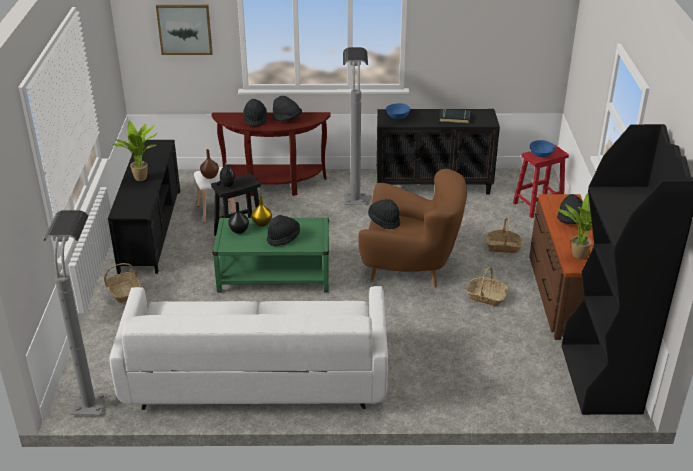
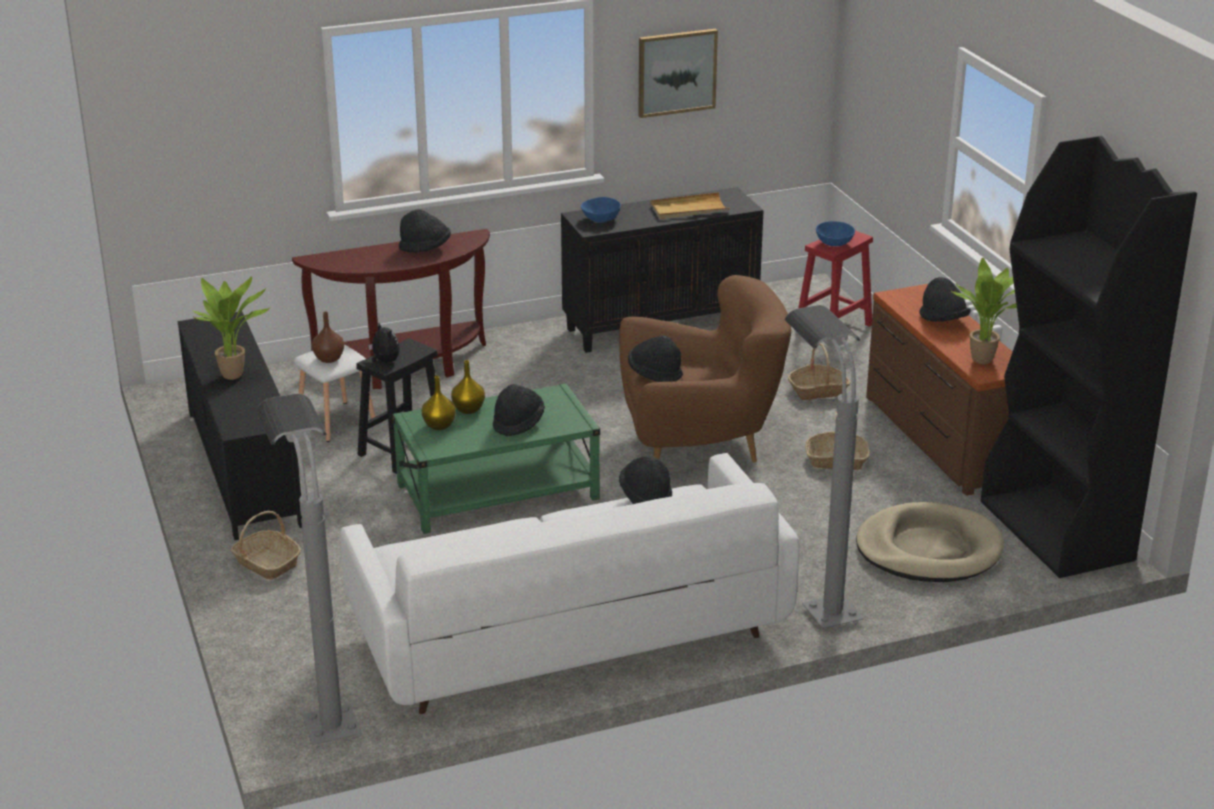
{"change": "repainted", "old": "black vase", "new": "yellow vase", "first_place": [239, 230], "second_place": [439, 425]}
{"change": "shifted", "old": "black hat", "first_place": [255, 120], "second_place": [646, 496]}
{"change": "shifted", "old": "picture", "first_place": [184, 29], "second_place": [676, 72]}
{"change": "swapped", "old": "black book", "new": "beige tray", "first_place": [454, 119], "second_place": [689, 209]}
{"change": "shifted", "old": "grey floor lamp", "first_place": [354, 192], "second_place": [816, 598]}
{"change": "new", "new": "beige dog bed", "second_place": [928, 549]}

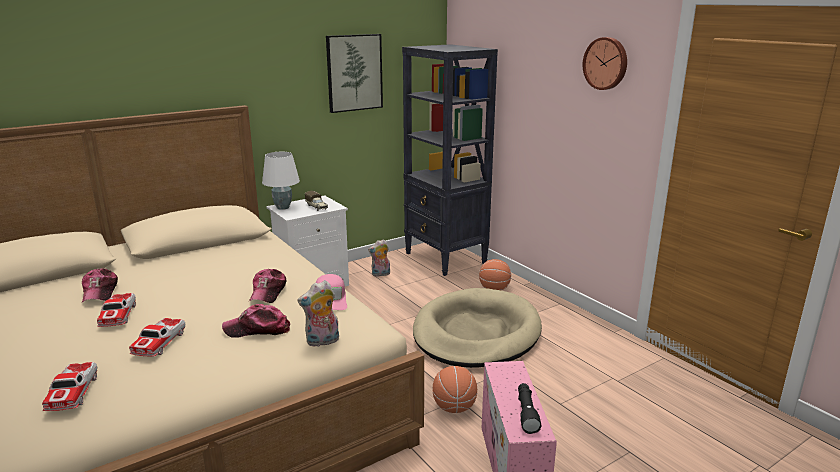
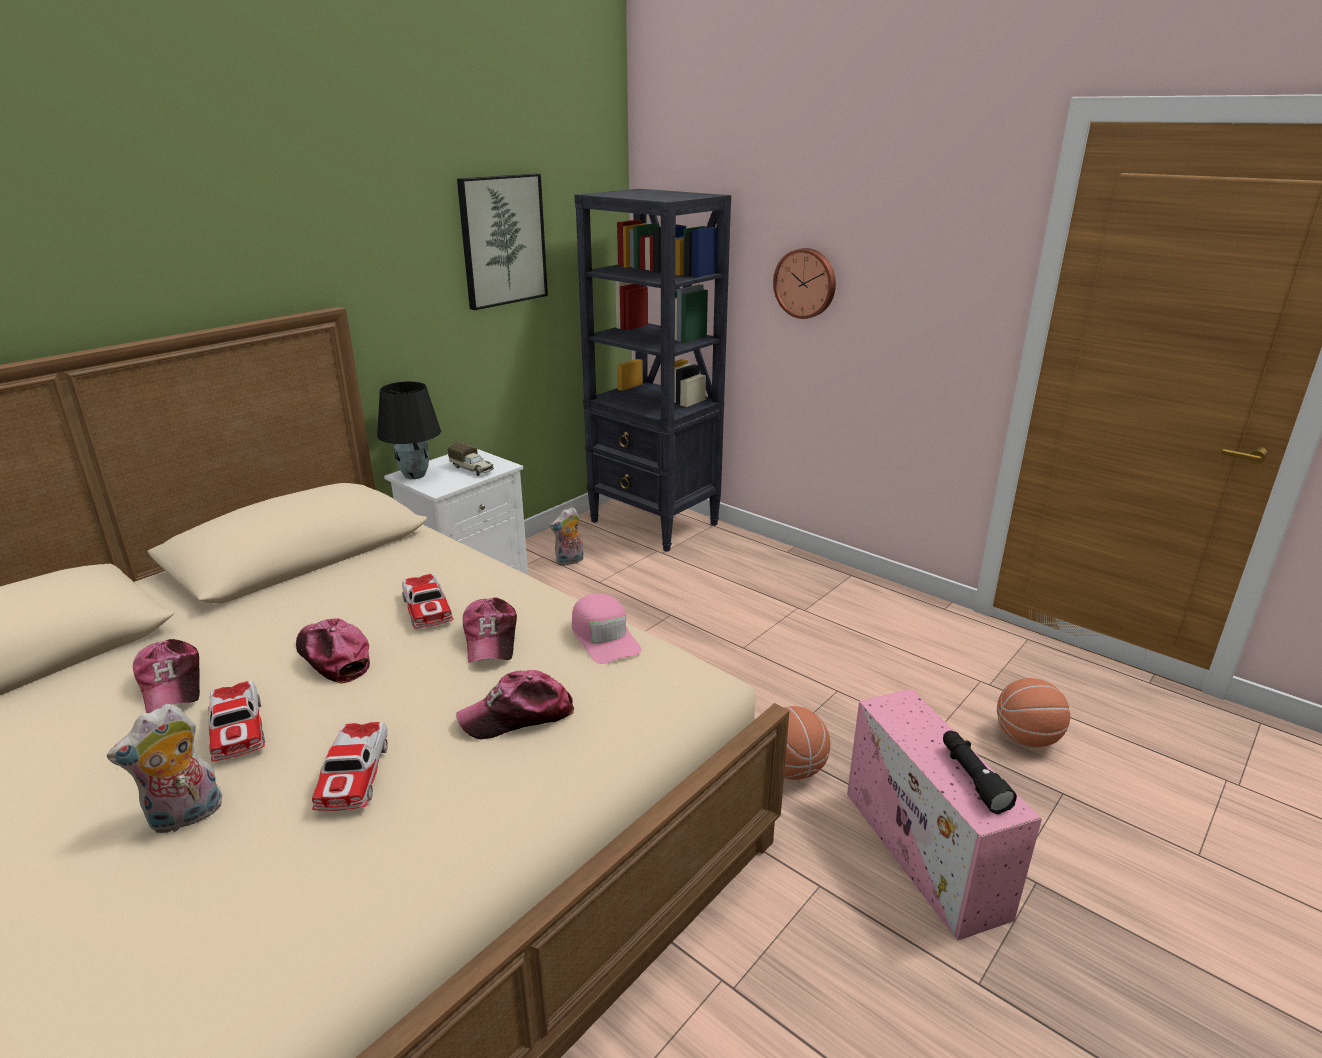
{"change": "shifted", "old": "plush toy", "first_place": [322, 342], "second_place": [185, 817]}
{"change": "new", "new": "cap", "second_place": [333, 657]}
{"change": "repainted", "old": "white table lamp", "new": "black table lamp", "first_place": [283, 207], "second_place": [415, 475]}
{"change": "shifted", "old": "toy car", "first_place": [73, 393], "second_place": [427, 609]}
{"change": "shifted", "old": "wall clock", "first_place": [606, 63], "second_place": [806, 283]}
{"change": "shifted", "old": "basketball", "first_place": [494, 289], "second_place": [1026, 738]}
{"change": "gone", "old": "beige dog bed", "first_place": [476, 333]}

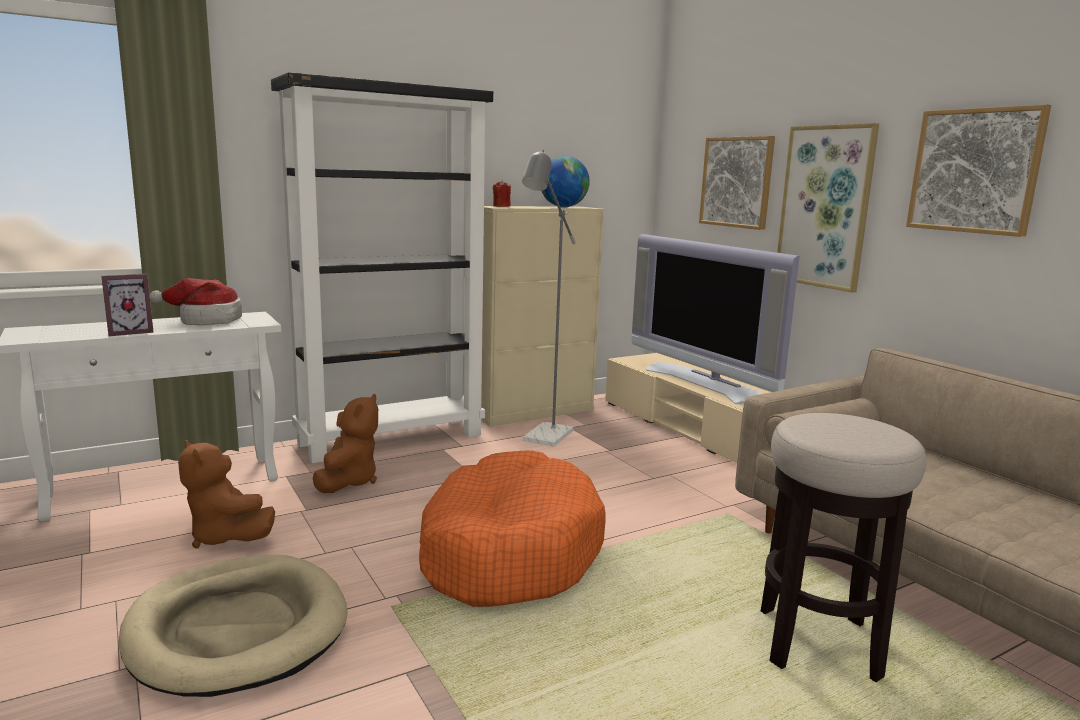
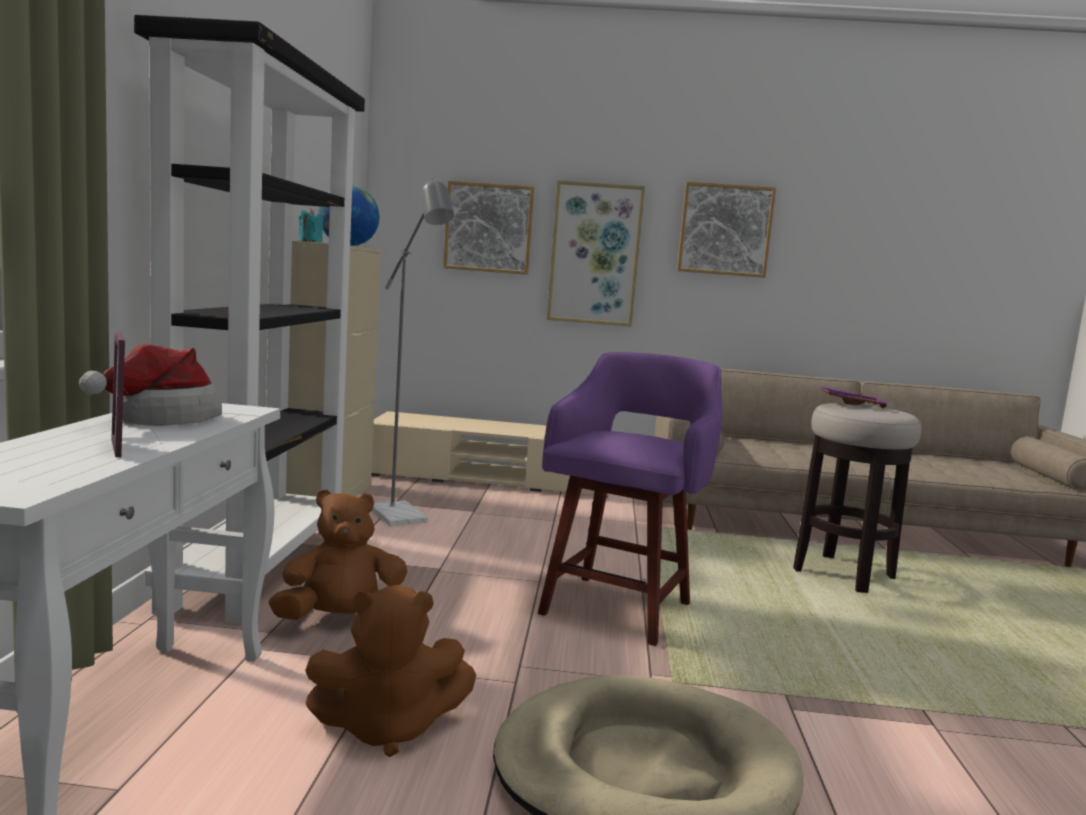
{"change": "rotated", "old": "picture frame", "first_place": [129, 332], "second_place": [138, 447], "degrees": 150}
{"change": "rotated", "old": "brown plush toy", "first_place": [348, 481], "second_place": [341, 621], "degrees": -60}
{"change": "repainted", "old": "red candle", "new": "turquoise candle", "first_place": [501, 206], "second_place": [310, 241]}
{"change": "swapped", "old": "orange dog bed", "new": "purple stool", "first_place": [508, 550], "second_place": [618, 606]}
{"change": "new", "new": "purple tray", "second_place": [851, 404]}
{"change": "gone", "old": "television", "first_place": [706, 383]}

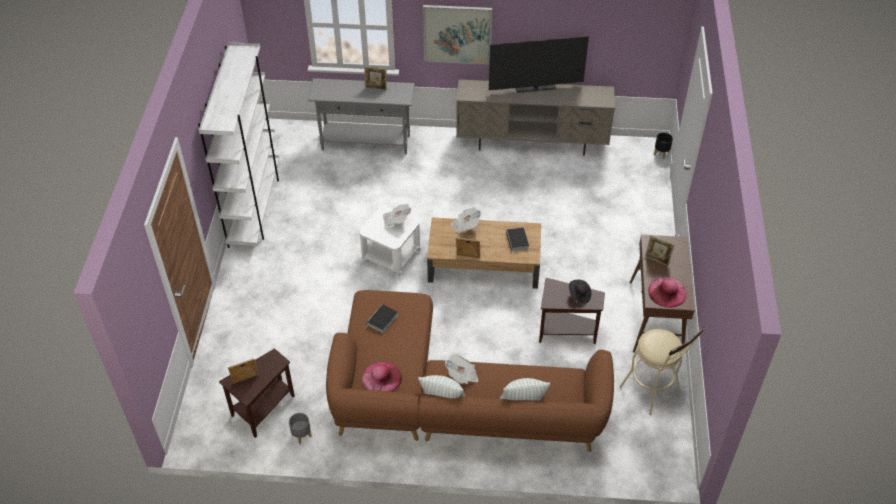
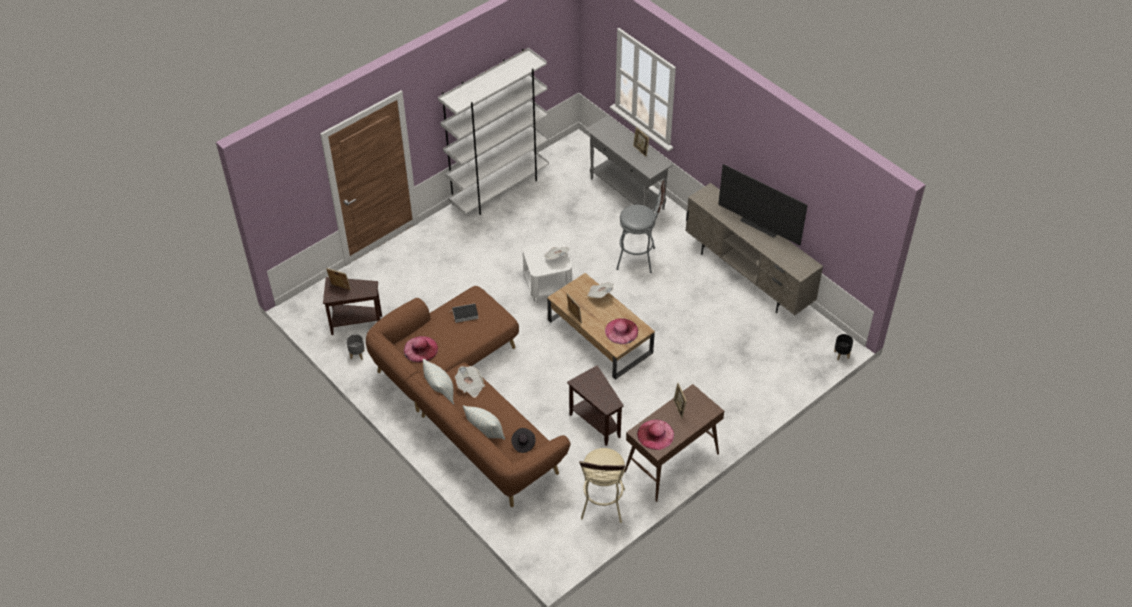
{"change": "shifted", "old": "black hat", "first_place": [579, 295], "second_place": [523, 443]}
{"change": "swapped", "old": "book", "new": "pink hat", "first_place": [517, 241], "second_place": [621, 331]}
{"change": "new", "new": "grey stool", "second_place": [640, 258]}
{"change": "gone", "old": "picture", "first_place": [457, 34]}

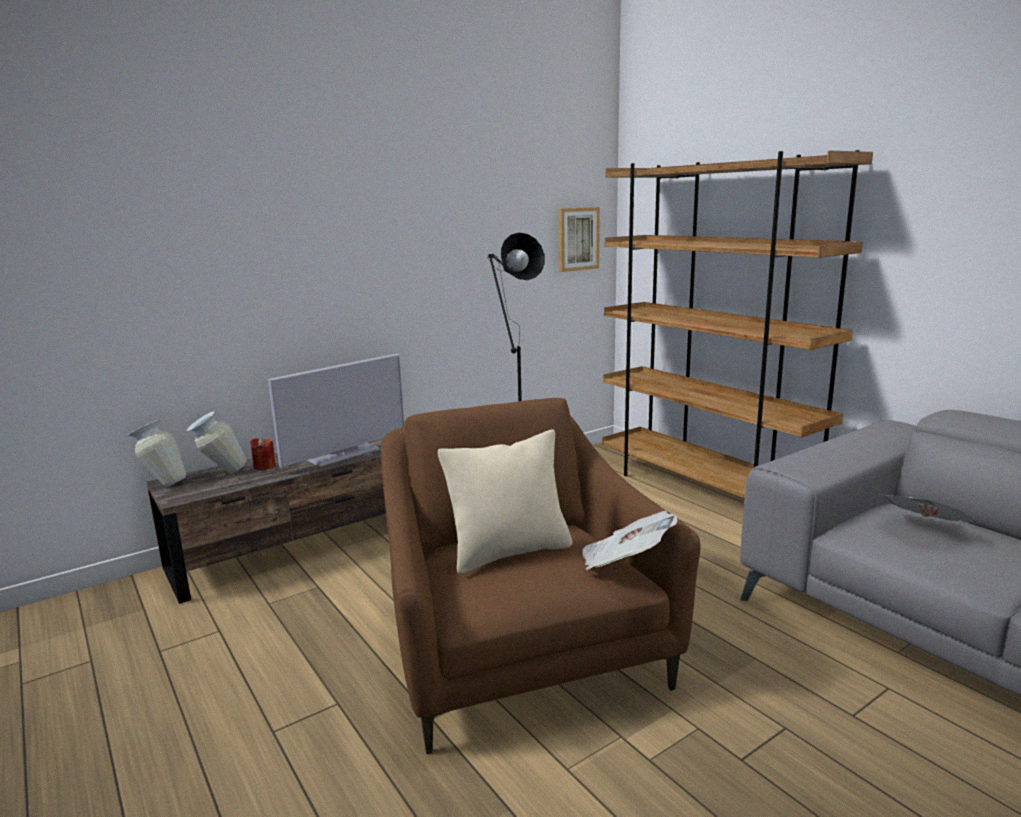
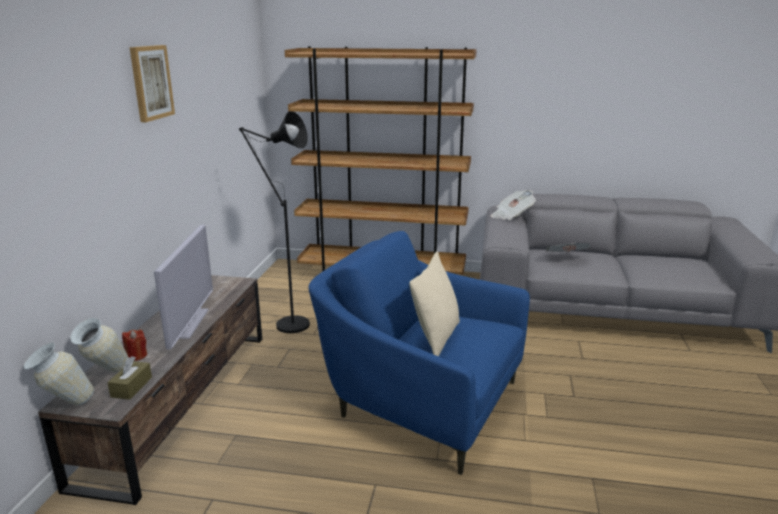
{"change": "new", "new": "brown tissue box", "second_place": [131, 387]}
{"change": "shifted", "old": "picture", "first_place": [577, 239], "second_place": [151, 82]}
{"change": "repainted", "old": "brown armchair", "new": "blue armchair", "first_place": [517, 648], "second_place": [420, 402]}
{"change": "shifted", "old": "newspaper", "first_place": [624, 562], "second_place": [511, 216]}

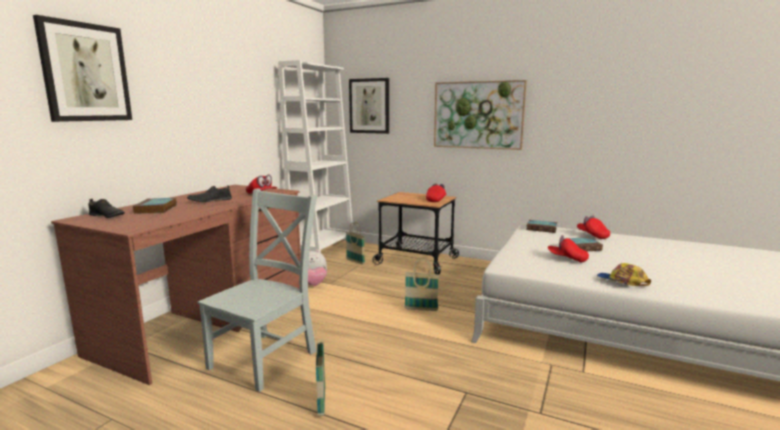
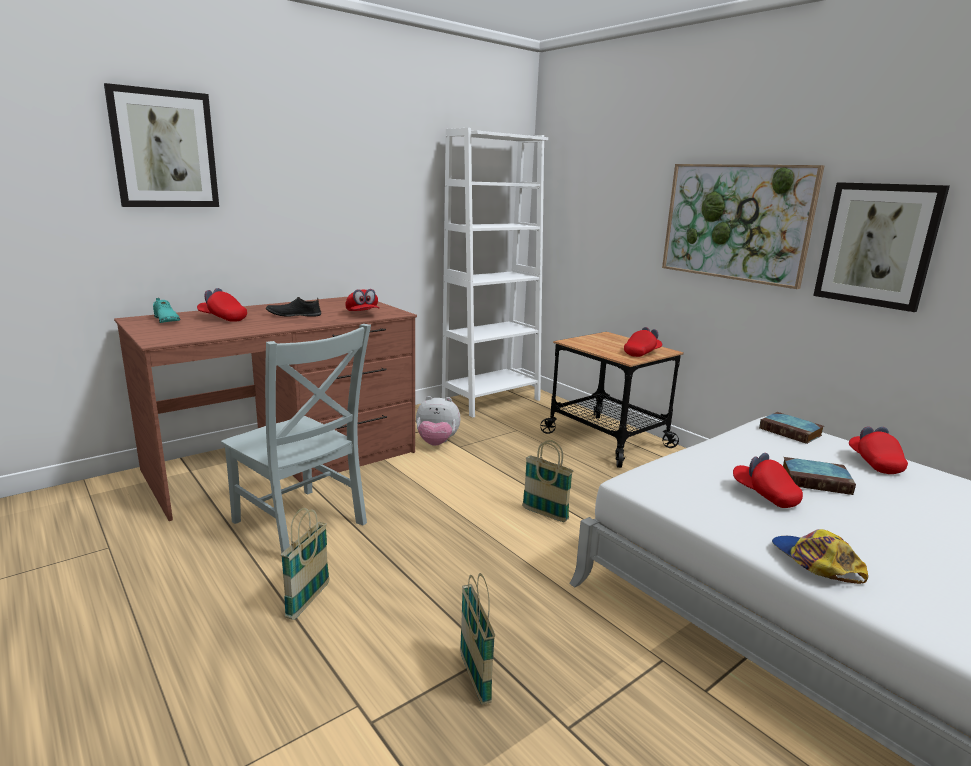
{"change": "repainted", "old": "black shoe", "new": "turquoise shoe", "first_place": [107, 216], "second_place": [166, 320]}
{"change": "swapped", "old": "book", "new": "red cap", "first_place": [156, 209], "second_place": [223, 318]}
{"change": "rotated", "old": "grey chair", "first_place": [266, 357], "second_place": [302, 525], "degrees": 75}
{"change": "shifted", "old": "basket", "first_place": [355, 261], "second_place": [474, 677]}
{"change": "shifted", "old": "picture", "first_place": [369, 106], "second_place": [877, 245]}

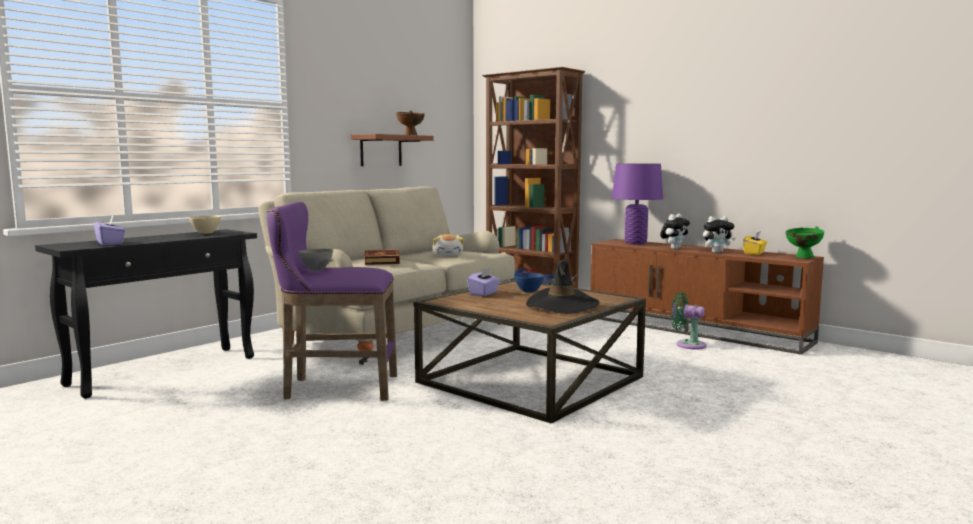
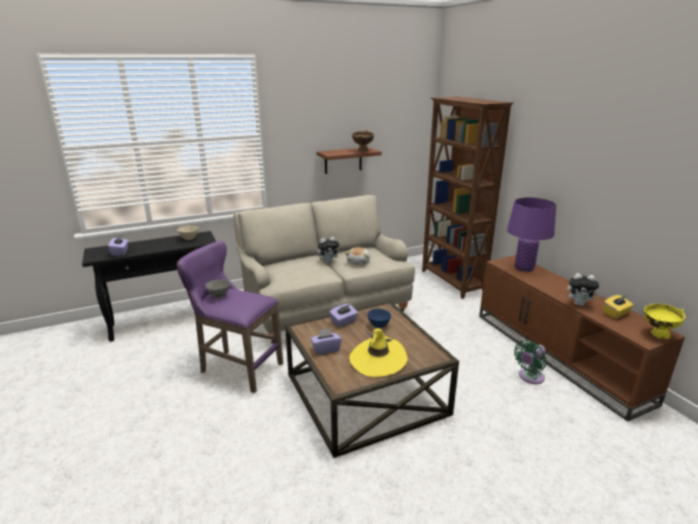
{"change": "new", "new": "purple tissue box", "second_place": [325, 349]}
{"change": "shifted", "old": "plush toy", "first_place": [674, 248], "second_place": [328, 262]}
{"change": "repainted", "old": "black hat", "new": "yellow hat", "first_place": [562, 305], "second_place": [378, 359]}
{"change": "rotated", "old": "green fan", "first_place": [687, 345], "second_place": [529, 377], "degrees": -90}
{"change": "repainted", "old": "green bowl", "new": "yellow bowl", "first_place": [802, 258], "second_place": [656, 335]}
{"change": "gone", "old": "book", "first_place": [381, 260]}

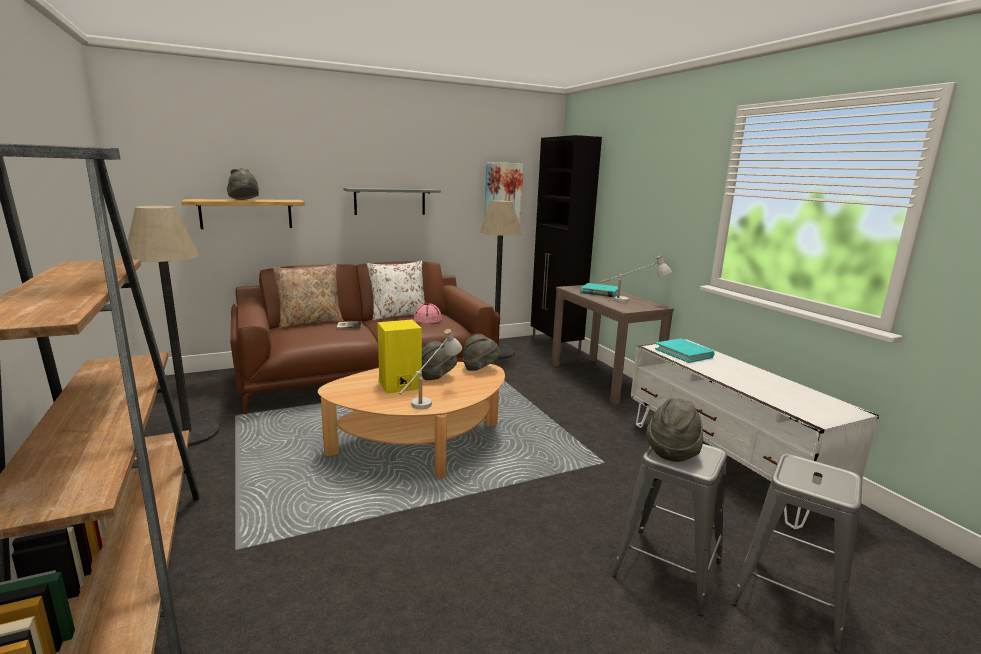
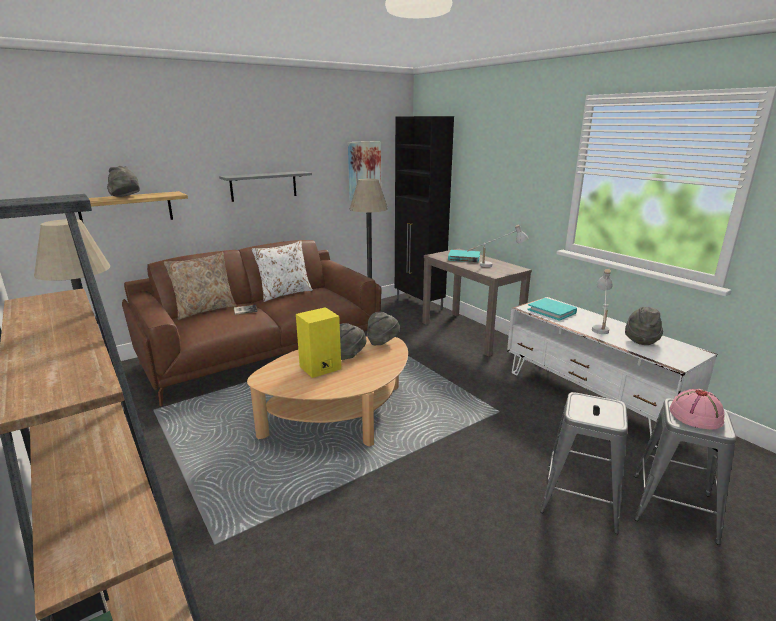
{"change": "shifted", "old": "white table lamp", "first_place": [430, 399], "second_place": [599, 326]}
{"change": "shifted", "old": "grey hat", "first_place": [672, 451], "second_place": [641, 339]}
{"change": "shifted", "old": "pink hat", "first_place": [428, 319], "second_place": [696, 415]}

